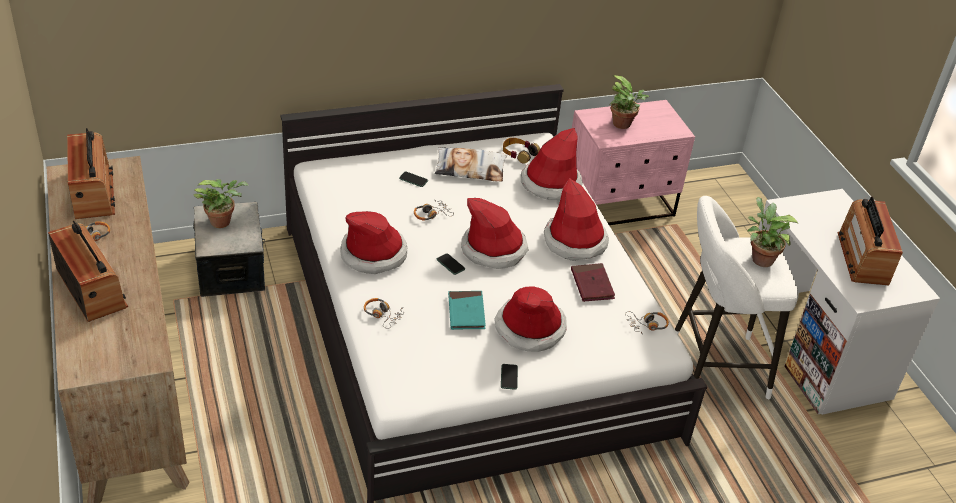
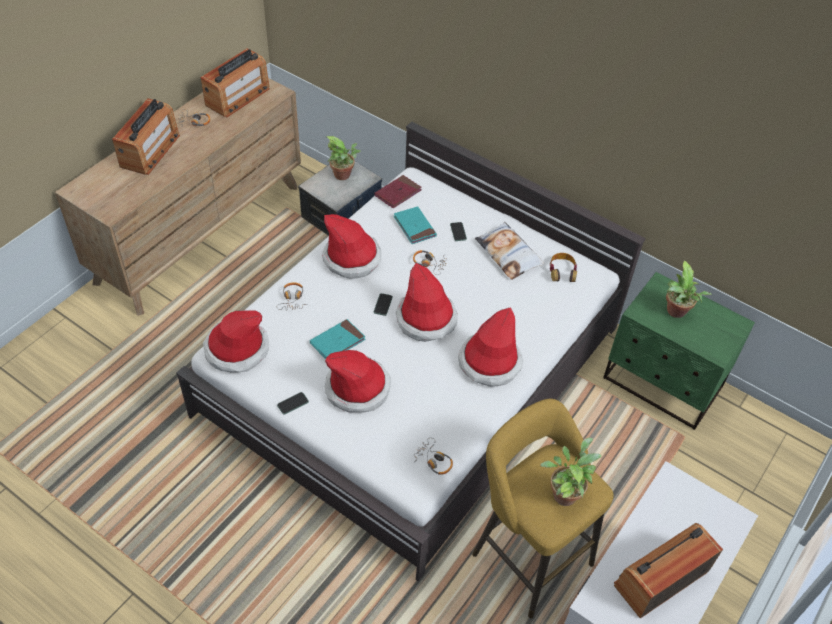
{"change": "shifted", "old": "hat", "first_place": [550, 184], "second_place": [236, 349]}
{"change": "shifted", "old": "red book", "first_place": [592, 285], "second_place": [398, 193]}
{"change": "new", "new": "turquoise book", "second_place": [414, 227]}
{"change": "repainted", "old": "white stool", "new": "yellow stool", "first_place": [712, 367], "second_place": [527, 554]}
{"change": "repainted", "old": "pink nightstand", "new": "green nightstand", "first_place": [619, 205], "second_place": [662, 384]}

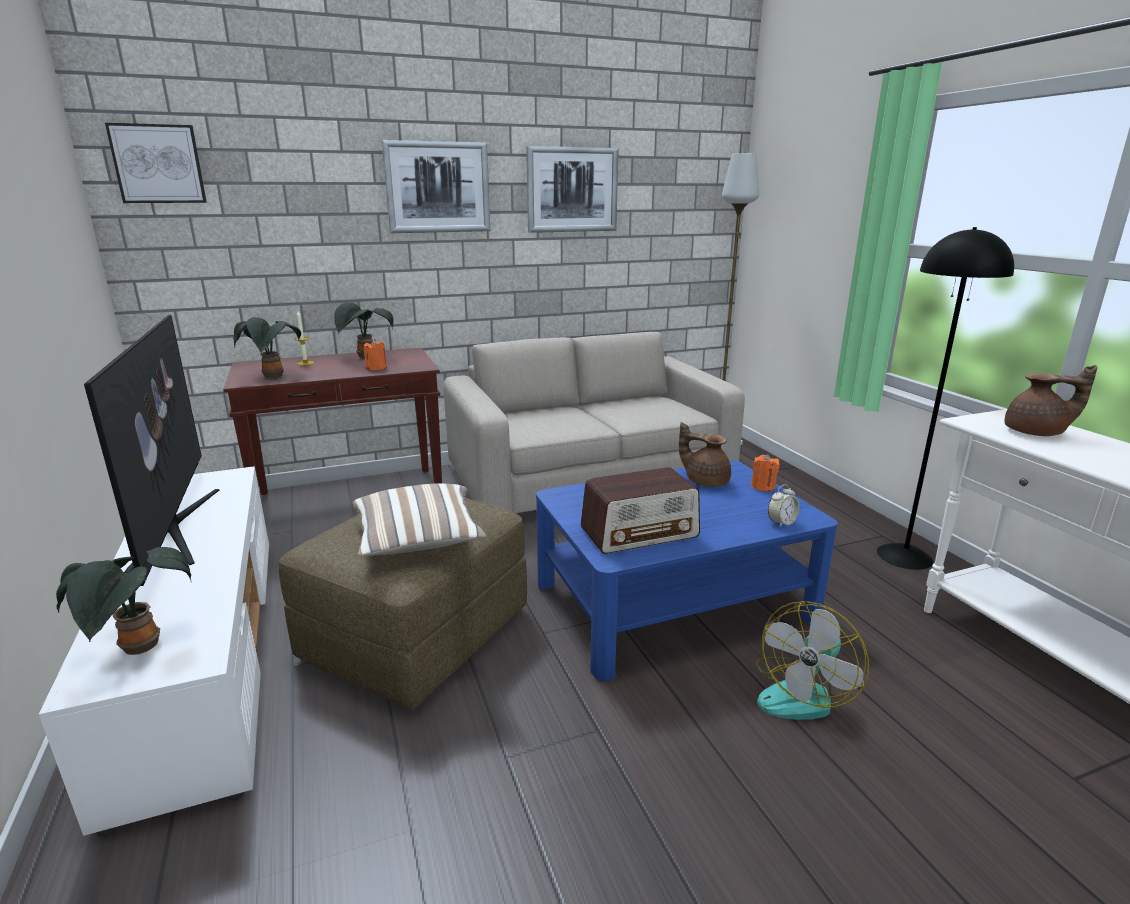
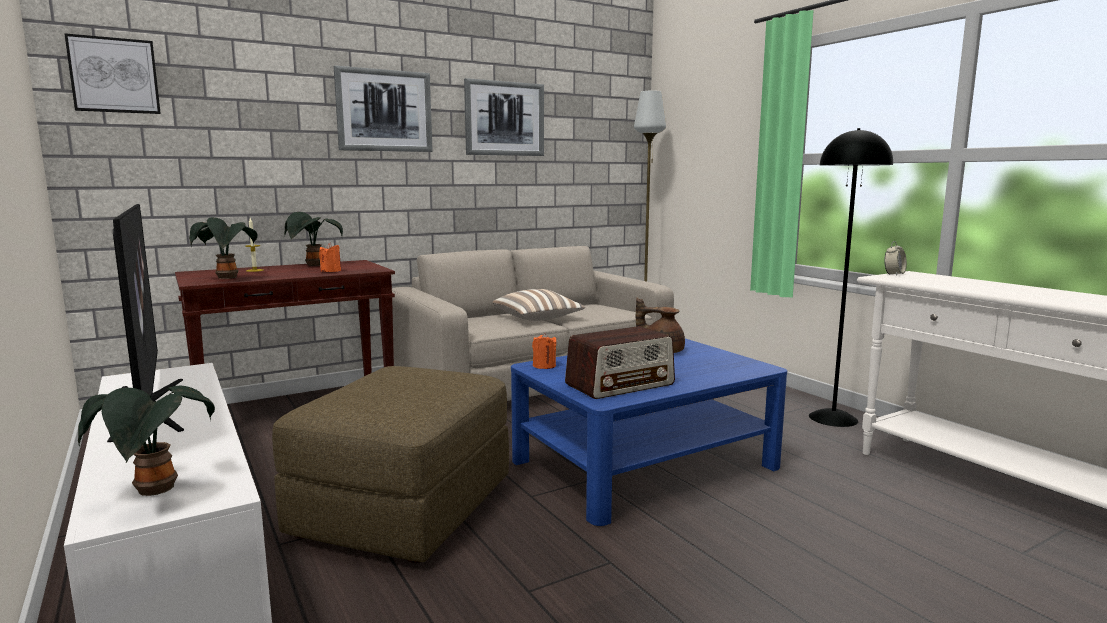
{"change": "shifted", "old": "pillow", "first_place": [418, 540], "second_place": [538, 319]}
{"change": "shifted", "old": "orange candle", "first_place": [763, 486], "second_place": [544, 366]}
{"change": "shifted", "old": "alarm clock", "first_place": [781, 522], "second_place": [894, 274]}
{"change": "gone", "old": "fan", "first_place": [802, 693]}
{"change": "gone", "old": "brown teapot", "first_place": [1036, 433]}

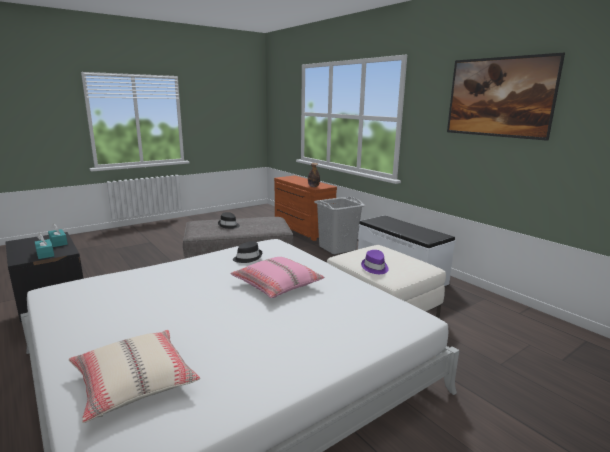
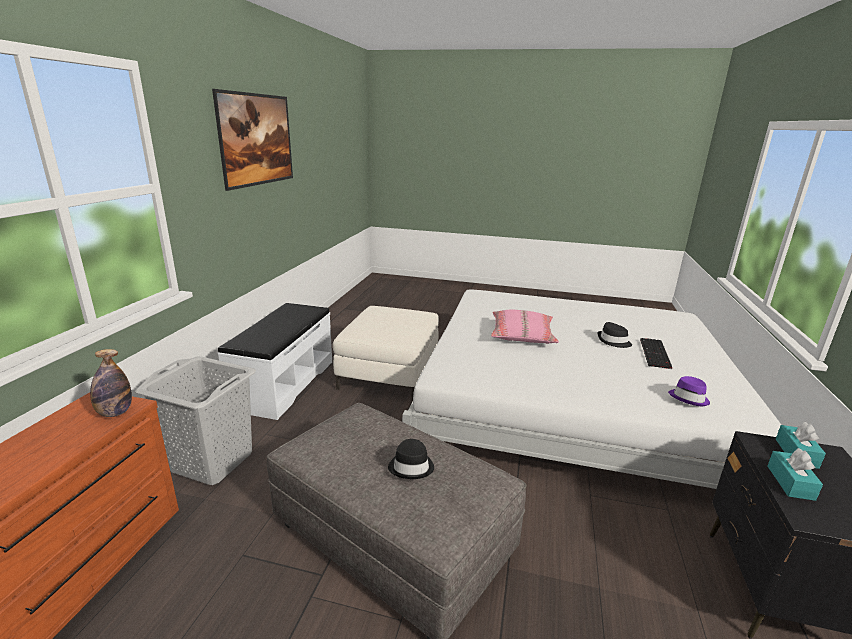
{"change": "shifted", "old": "black hat", "first_place": [247, 258], "second_place": [613, 341]}
{"change": "new", "new": "keyboard", "second_place": [656, 353]}
{"change": "shifted", "old": "purple hat", "first_place": [374, 267], "second_place": [689, 398]}
{"change": "gone", "old": "beige pillow", "first_place": [134, 382]}

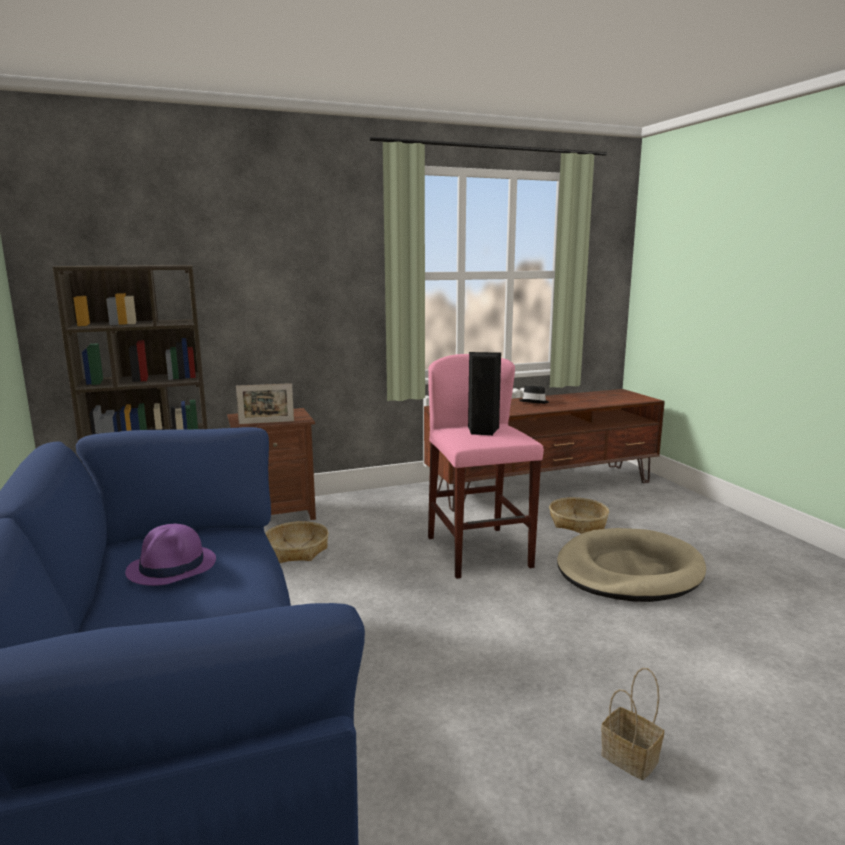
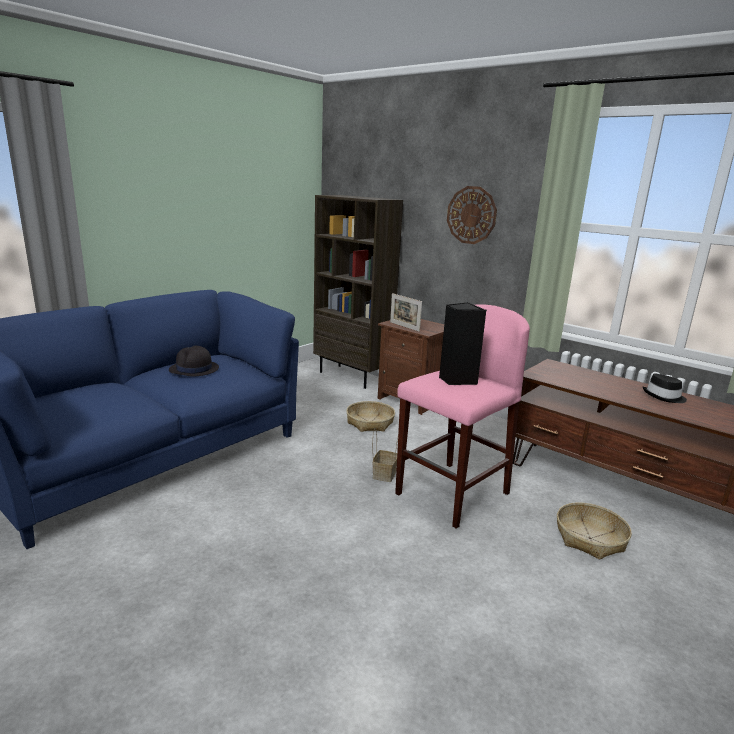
{"change": "repainted", "old": "purple hat", "new": "black hat", "first_place": [172, 567], "second_place": [194, 369]}
{"change": "shifted", "old": "basket", "first_place": [627, 757], "second_place": [384, 474]}
{"change": "new", "new": "wall clock", "second_place": [471, 215]}
{"change": "gone", "old": "beige dog bed", "first_place": [628, 571]}

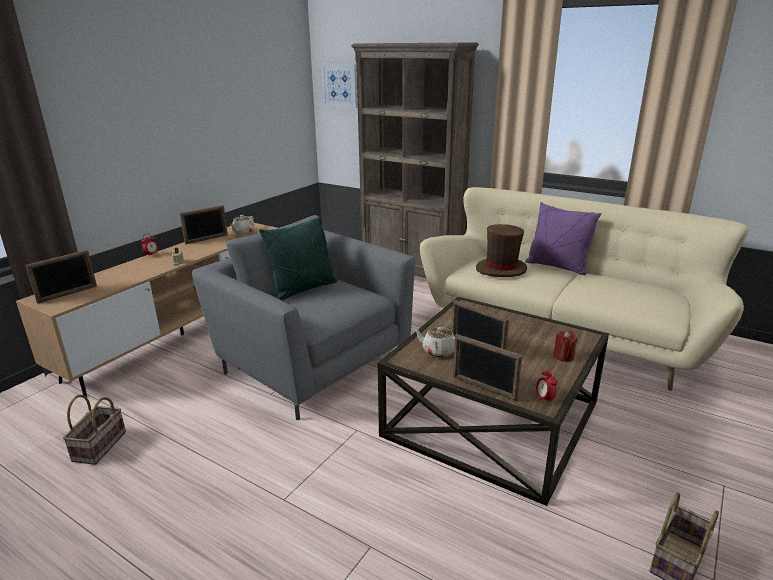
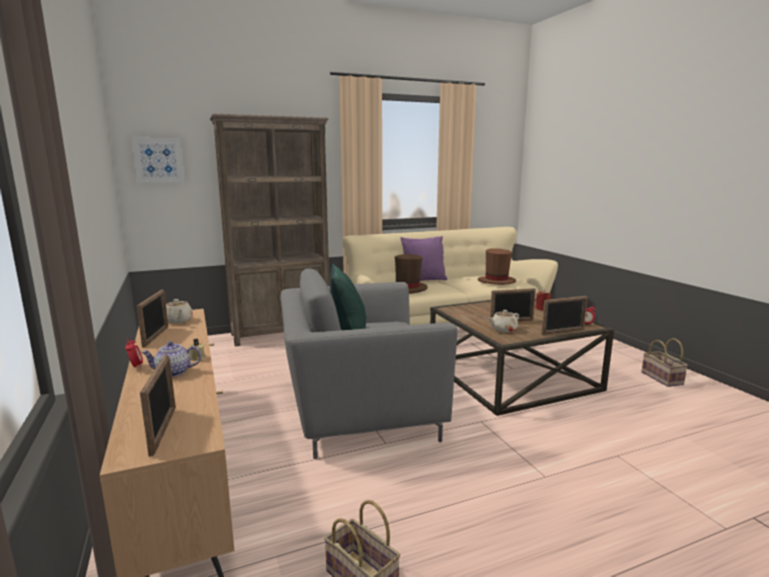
{"change": "new", "new": "teapot", "second_place": [173, 372]}
{"change": "new", "new": "brown hat", "second_place": [496, 281]}

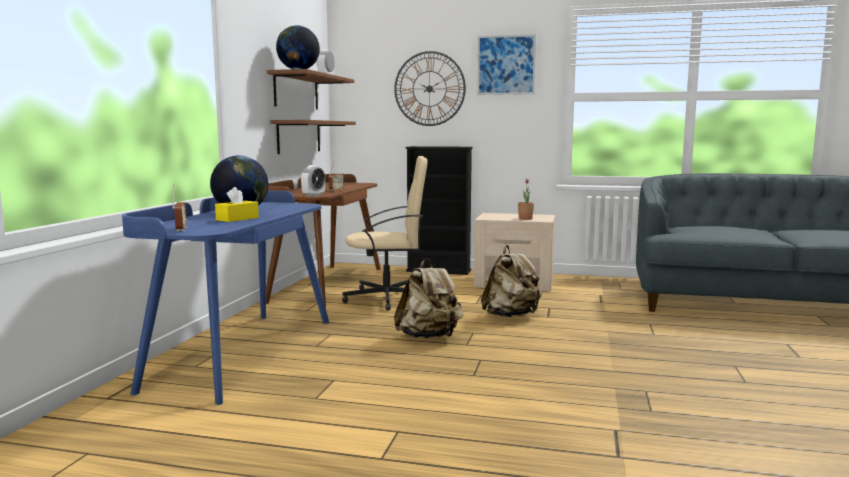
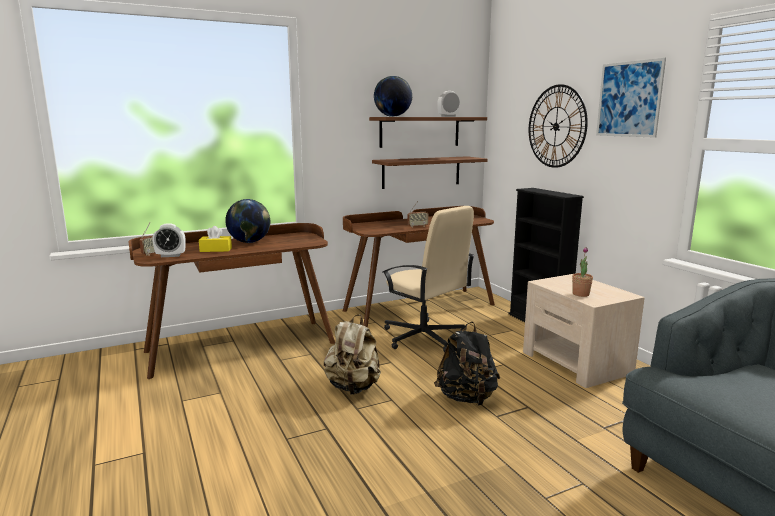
{"change": "repainted", "old": "blue desk", "new": "brown desk", "first_place": [243, 352], "second_place": [241, 346]}
{"change": "shifted", "old": "alarm clock", "first_place": [313, 195], "second_place": [170, 256]}
{"change": "repainted", "old": "beige backpack", "new": "black backpack", "first_place": [511, 316], "second_place": [467, 398]}

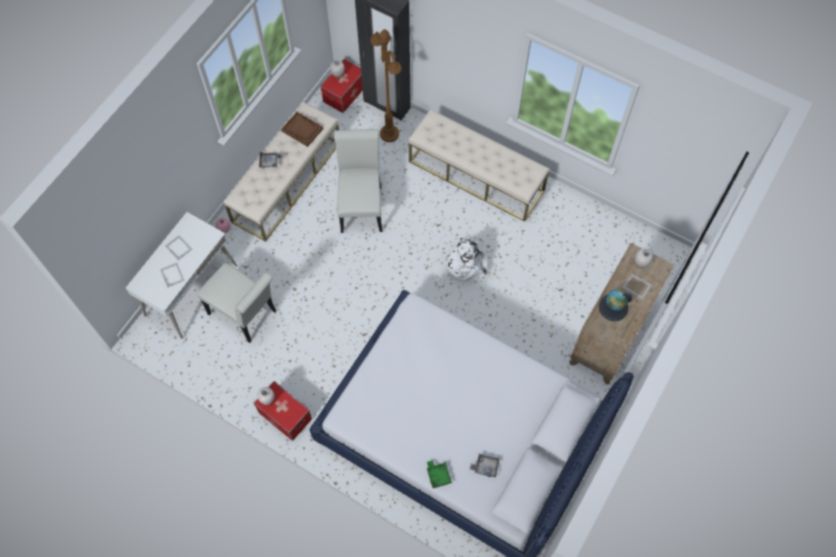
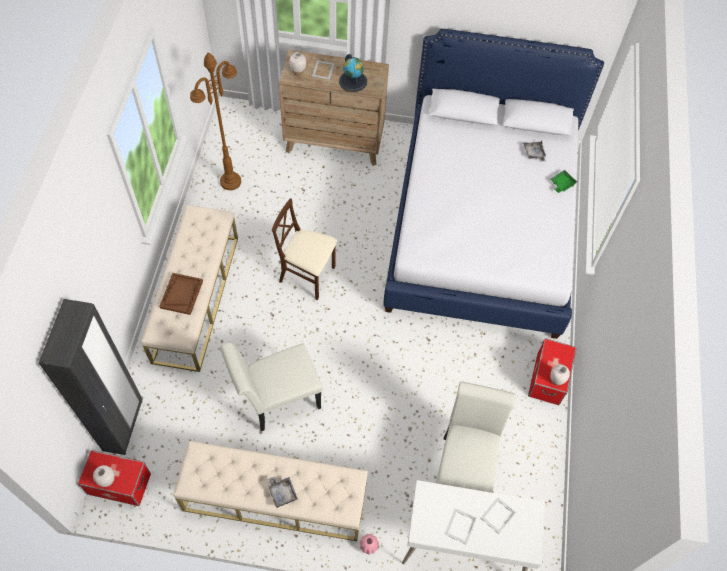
{"change": "shifted", "old": "brown tray", "first_place": [302, 129], "second_place": [181, 294]}
{"change": "shifted", "old": "brown floor lamp", "first_place": [389, 134], "second_place": [230, 182]}
{"change": "swapped", "old": "white backpack", "new": "beige chair", "first_place": [465, 263], "second_place": [307, 275]}

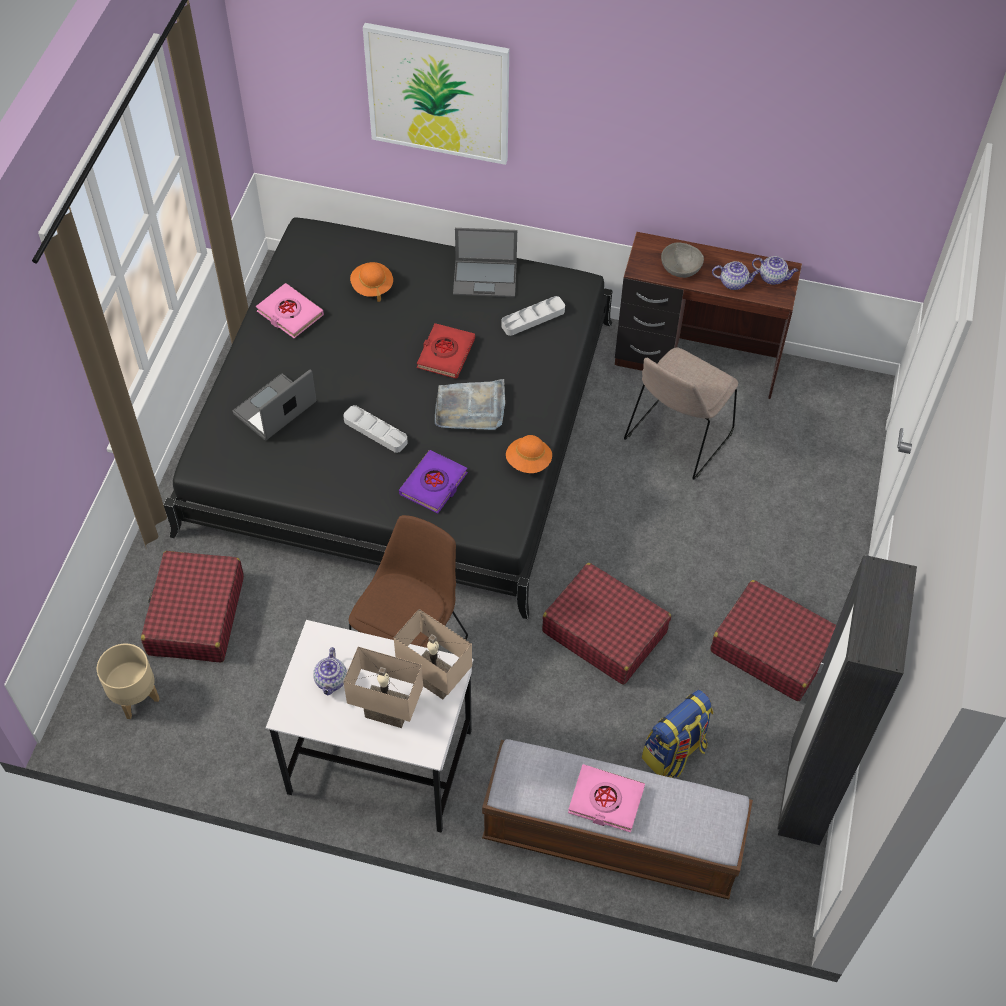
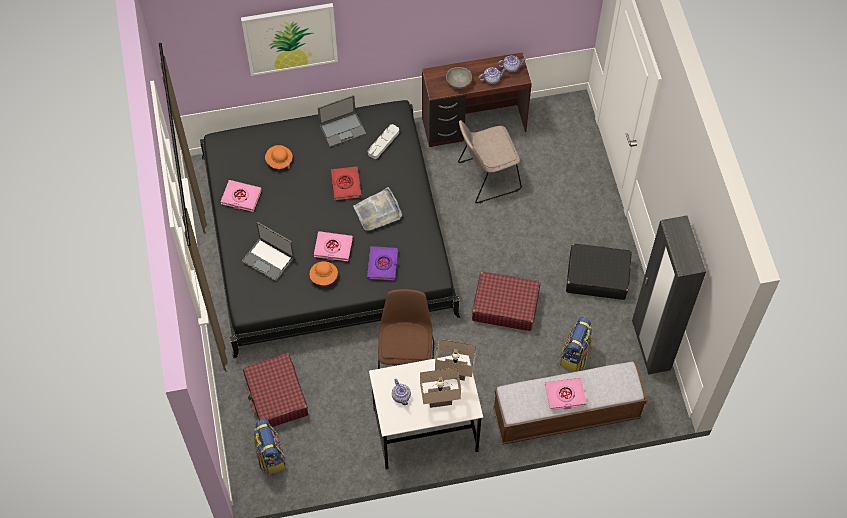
{"change": "rotated", "old": "laptop", "first_place": [276, 409], "second_place": [269, 259], "degrees": -75}
{"change": "swapped", "old": "beige planter", "new": "backpack", "first_place": [134, 696], "second_place": [270, 456]}
{"change": "shifted", "old": "orange hat", "first_place": [528, 462], "second_place": [324, 276]}
{"change": "swapped", "old": "grey tray", "new": "pink book", "first_place": [375, 431], "second_place": [333, 248]}
{"change": "rotated", "old": "beige chair", "first_place": [677, 438], "second_place": [486, 177], "degrees": 60}
{"change": "repainted", "old": "red suitcase", "new": "black suitcase", "first_place": [772, 648], "second_place": [597, 276]}

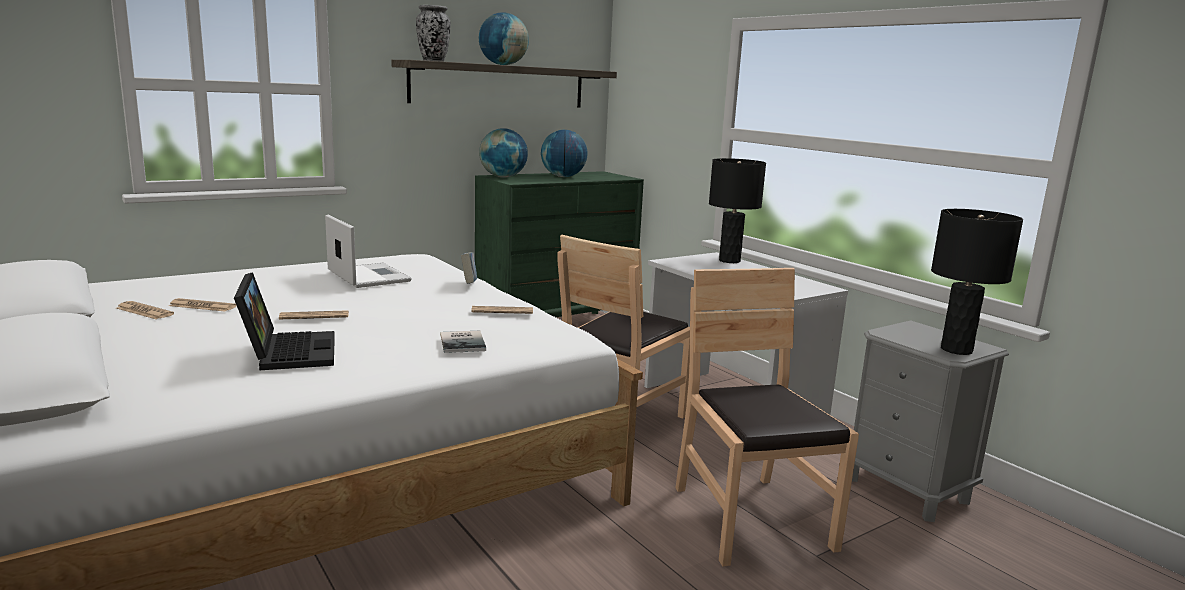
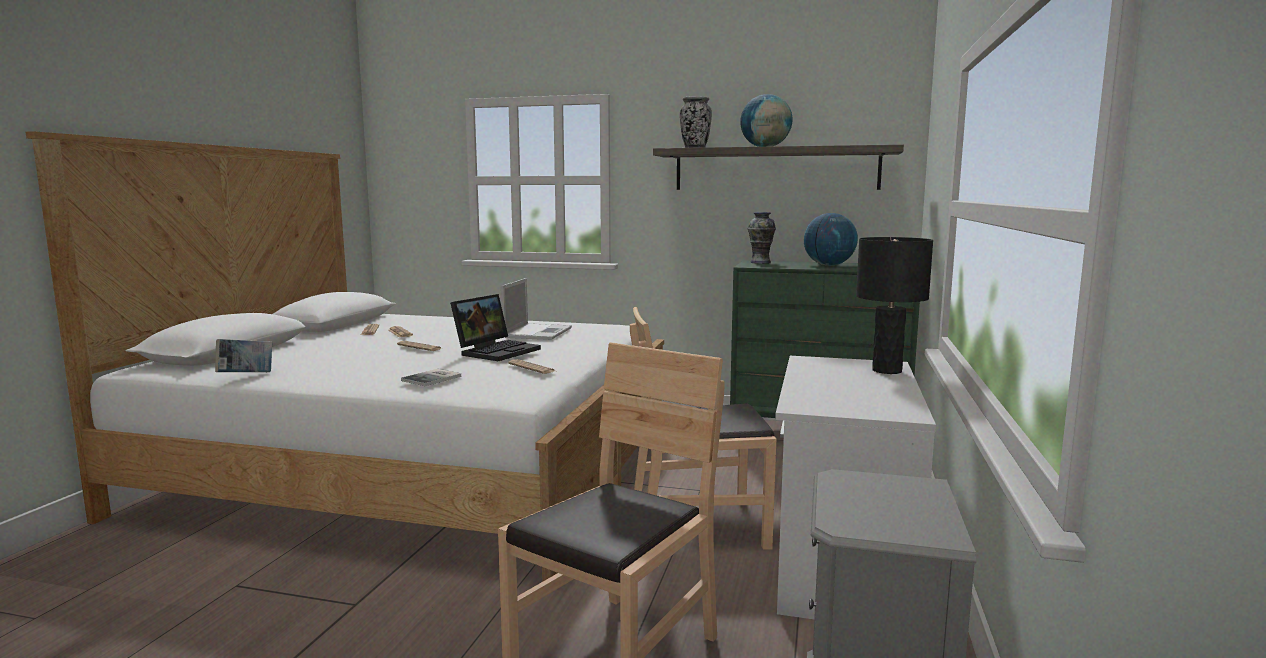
{"change": "shifted", "old": "book", "first_place": [469, 285], "second_place": [246, 375]}
{"change": "shifted", "old": "laptop", "first_place": [287, 352], "second_place": [497, 351]}
{"change": "swapped", "old": "globe", "new": "vase", "first_place": [503, 177], "second_place": [760, 262]}
{"change": "gone", "old": "black table lamp", "first_place": [956, 350]}

